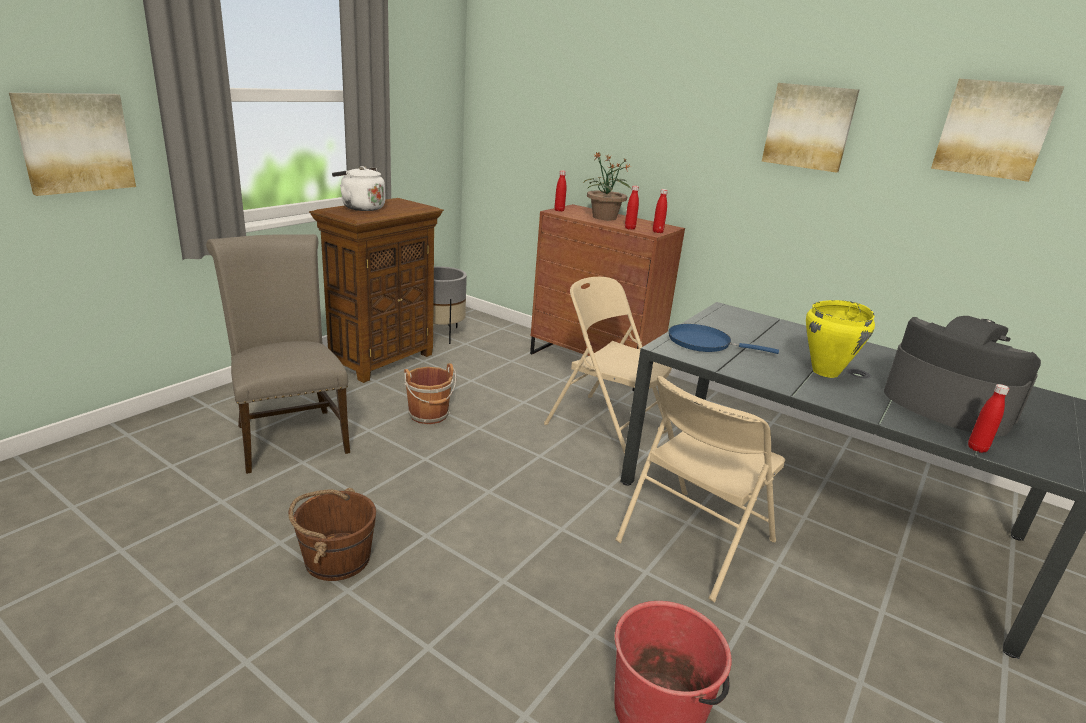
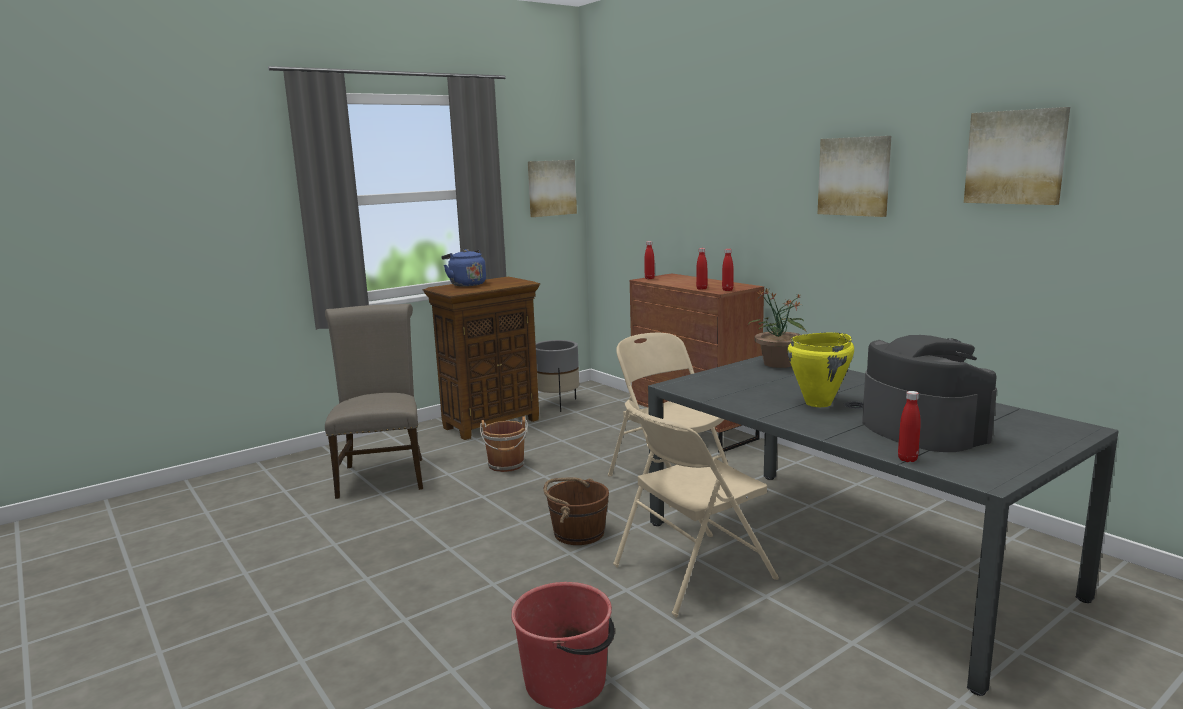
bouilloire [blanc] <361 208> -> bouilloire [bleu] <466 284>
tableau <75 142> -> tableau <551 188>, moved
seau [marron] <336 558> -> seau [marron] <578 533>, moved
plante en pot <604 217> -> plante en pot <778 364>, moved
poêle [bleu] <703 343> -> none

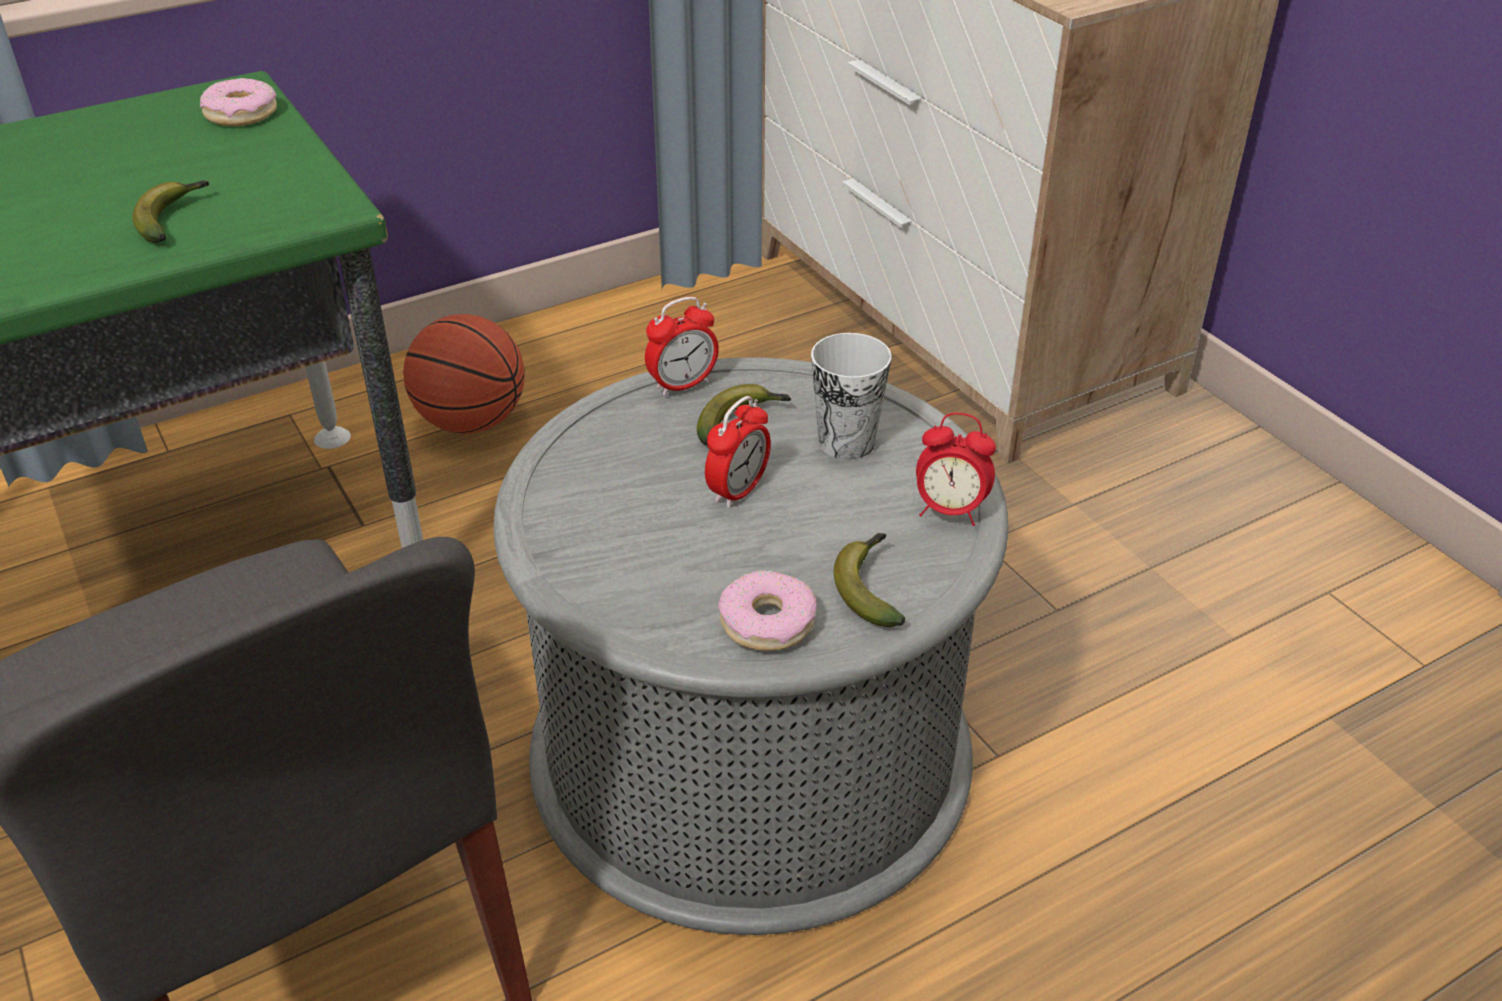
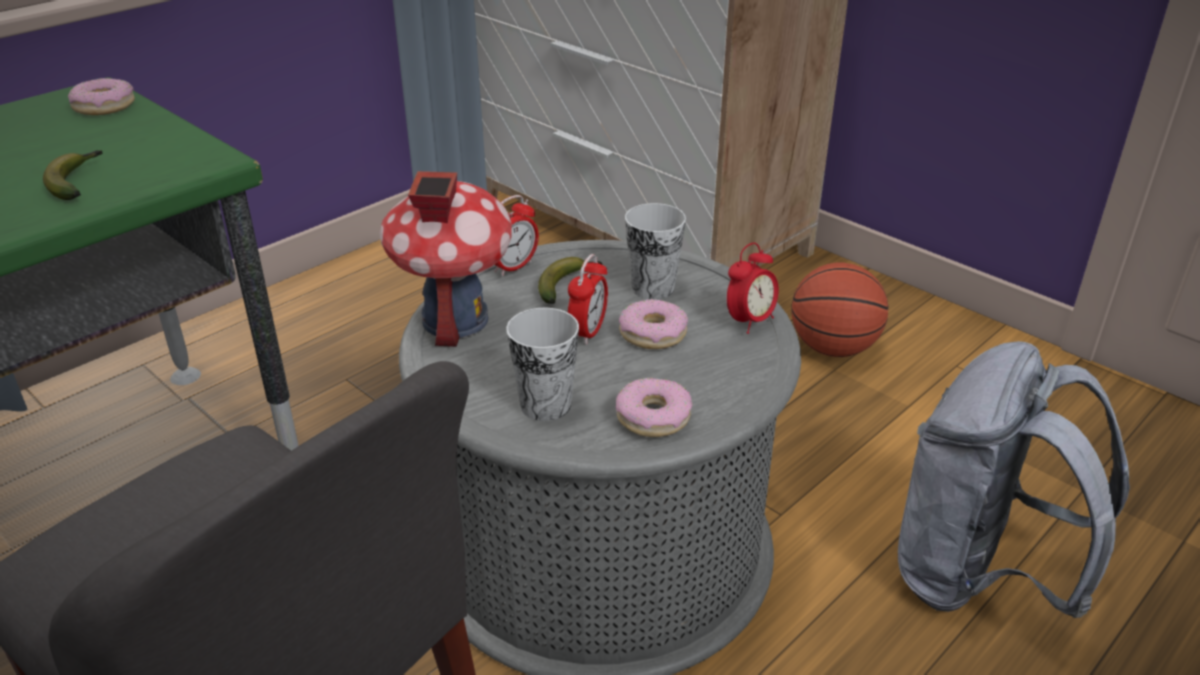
none -> maison miniature <454 320>
none -> tasse <545 405>
none -> beignet <653 333>
réveil <949 511> -> réveil <750 321>, 45 degrees counterclockwise
ballon de basket <471 422> -> ballon de basket <833 348>, moved
none -> sac à dos [gris] <977 578>
banane <870 587> -> none

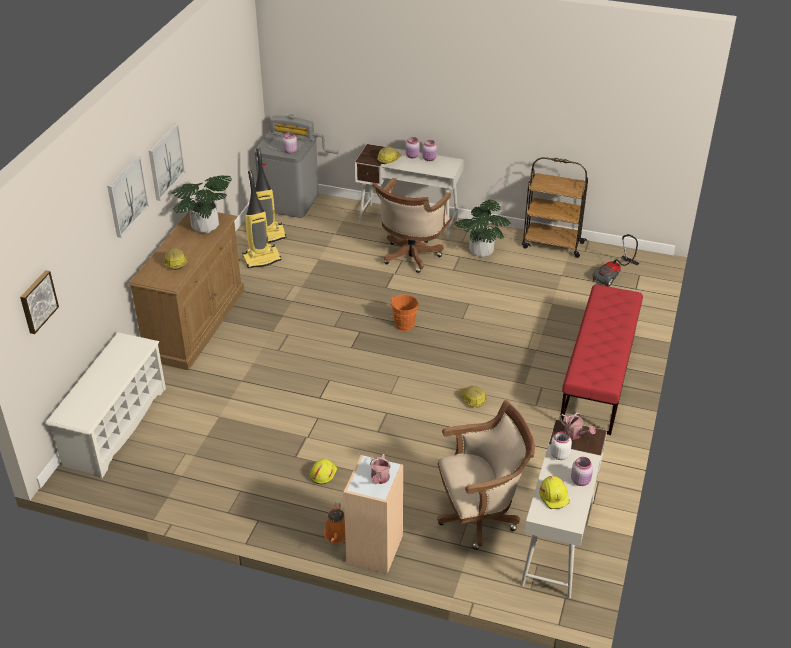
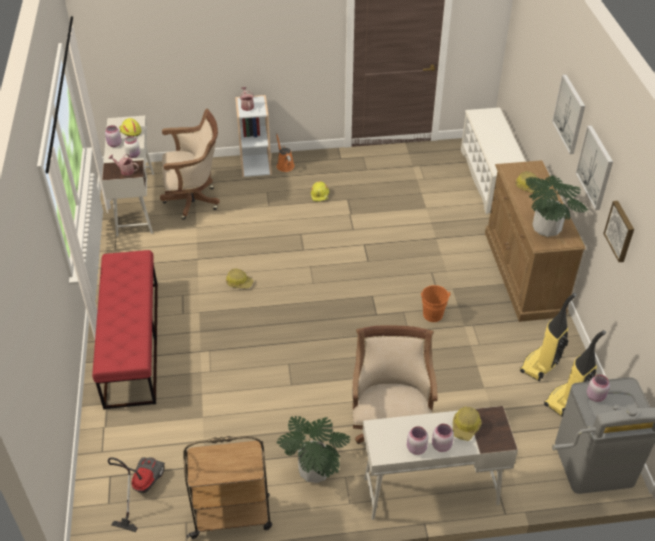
chaise de bureau <480 518> -> chaise de bureau <194 201>, 150 degrees counterclockwise
seau [orange] <403 326> -> seau [orange] <432 313>, moved
tableau <37 301> -> tableau <620 231>, moved

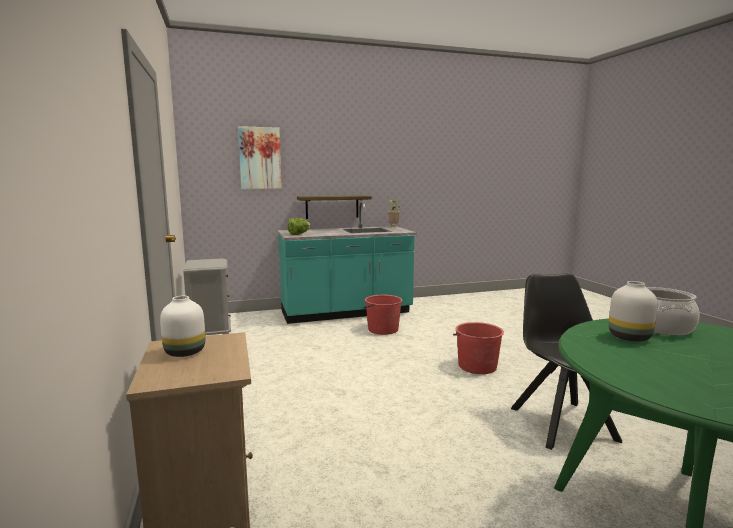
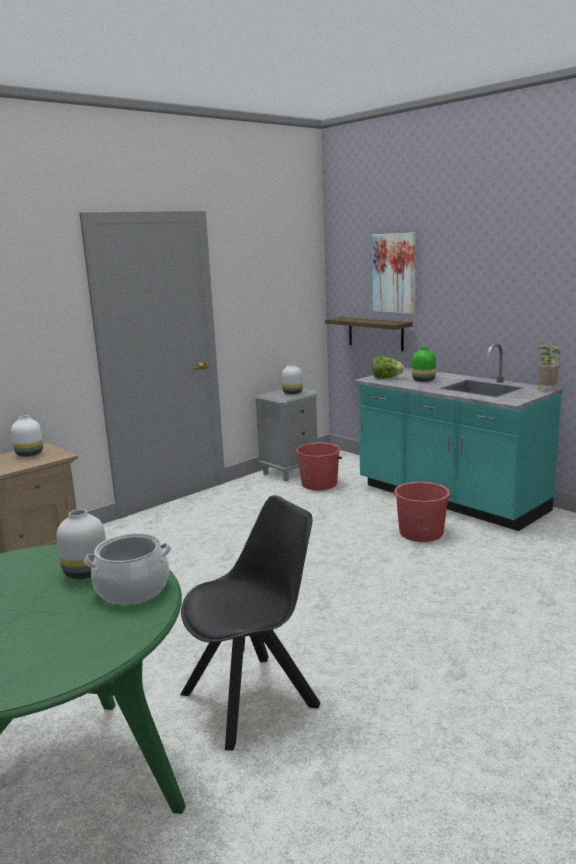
none -> vase [blanc] <292 393>
seau [rouge] <477 366> -> seau [rouge] <319 484>, moved
étagère <332 207> -> étagère <375 333>, moved
none -> vase [vert] <424 380>

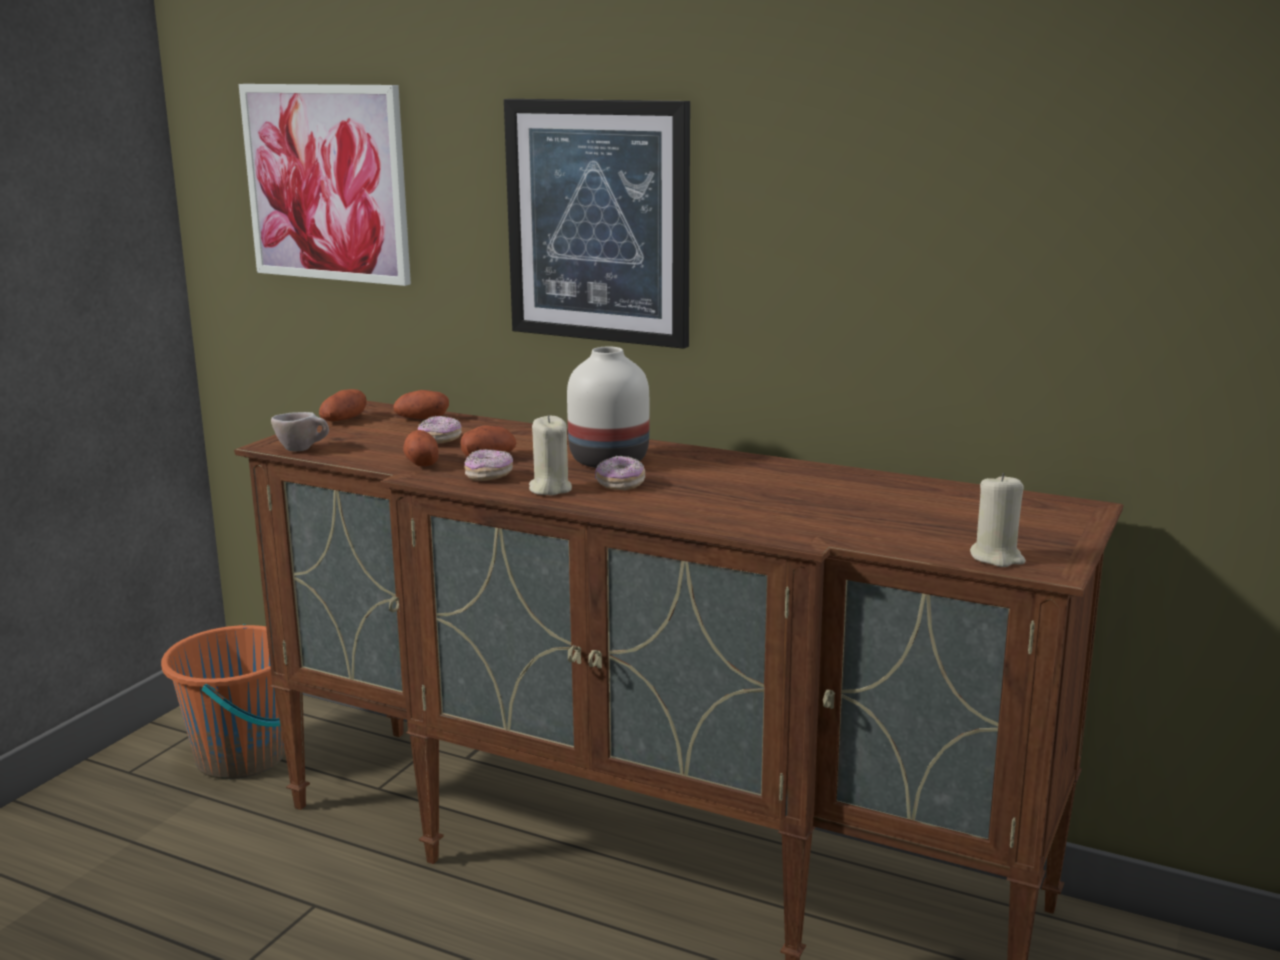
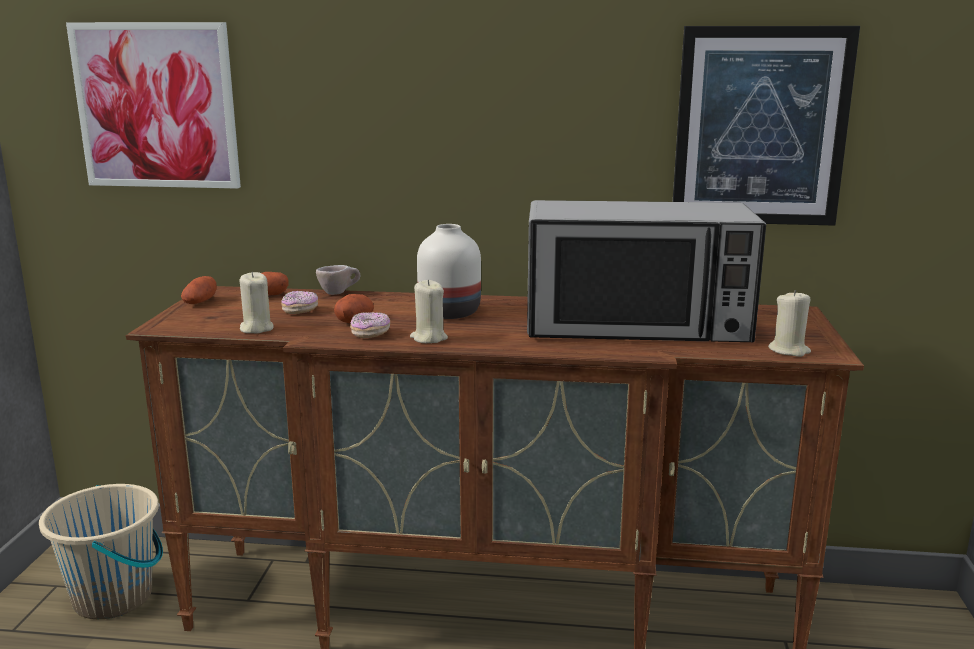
seau [orange] <242 757> -> seau [beige] <114 597>
none -> bougie [beige] <256 328>
tasse [beige] <303 450> -> tasse [beige] <339 293>, moved
none -> micro-ondes <636 327>
tableau <598 221> -> tableau <760 127>, moved
pomme de terre <421 462> -> none
beignet <620 484> -> none

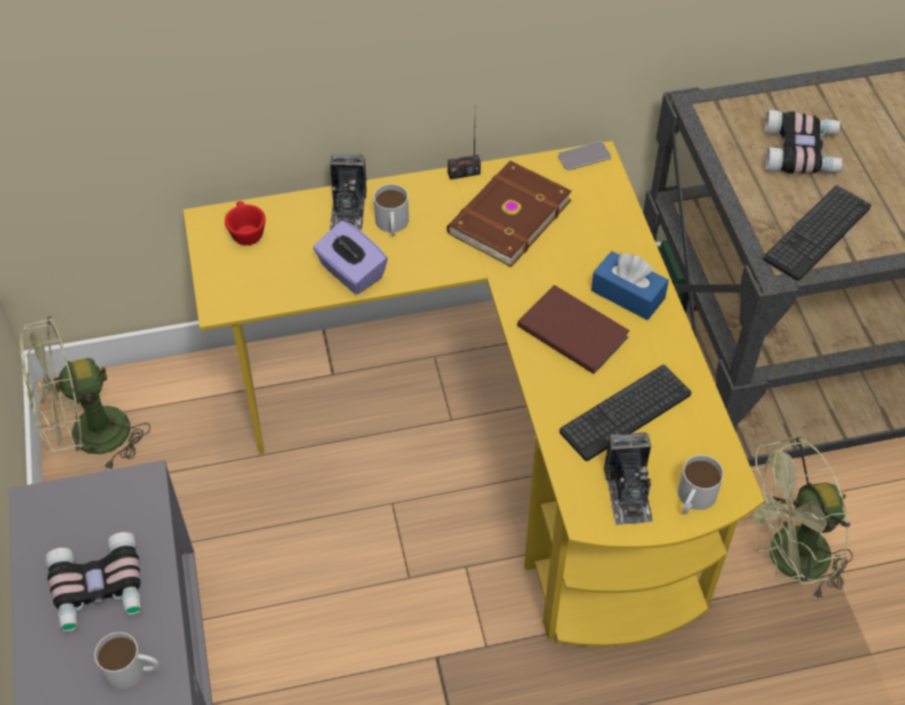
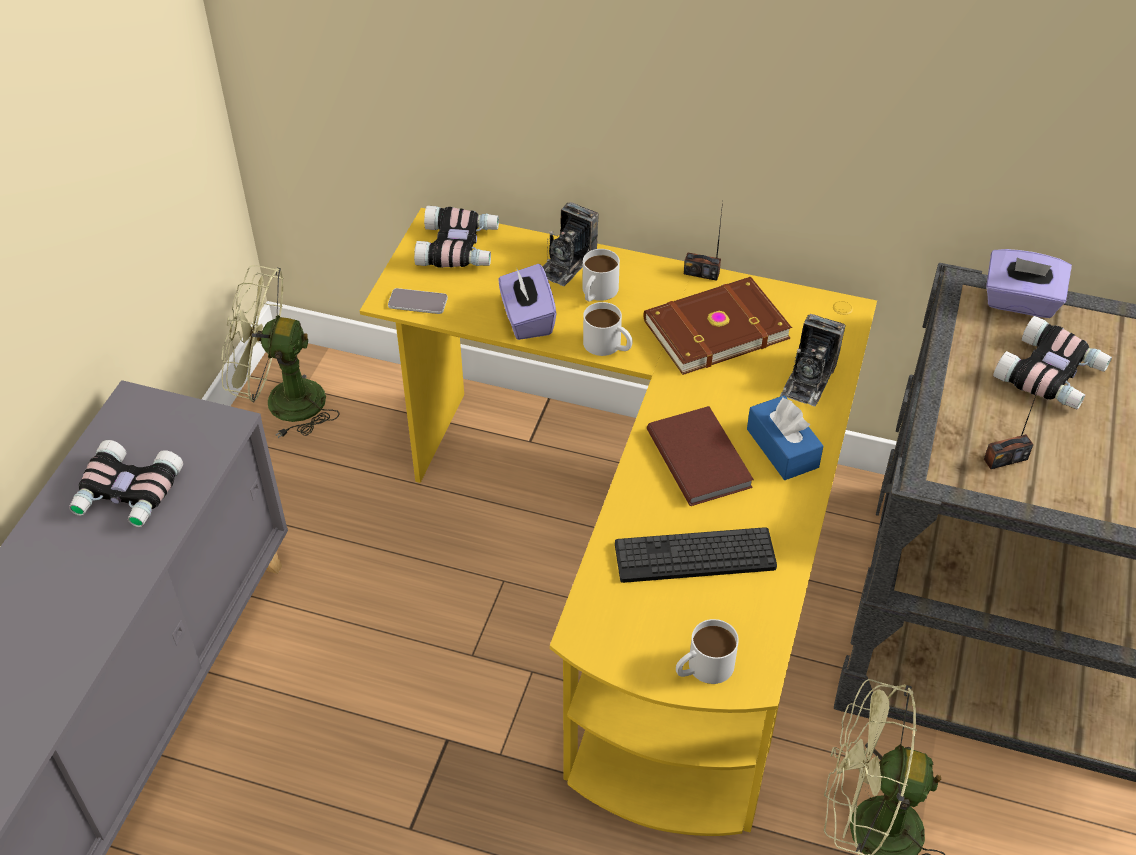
téléphone <584 157> -> téléphone <418 302>, moved
tasse [rouge] <246 232> -> jumelles <459 247>
mug [blanc] <133 670> -> mug [blanc] <608 346>, moved
appareil photo <628 493> -> appareil photo <809 379>, moved
clavier <817 233> -> radio <1005 459>
none -> boîte à mouchoirs [violet] <1020 302>

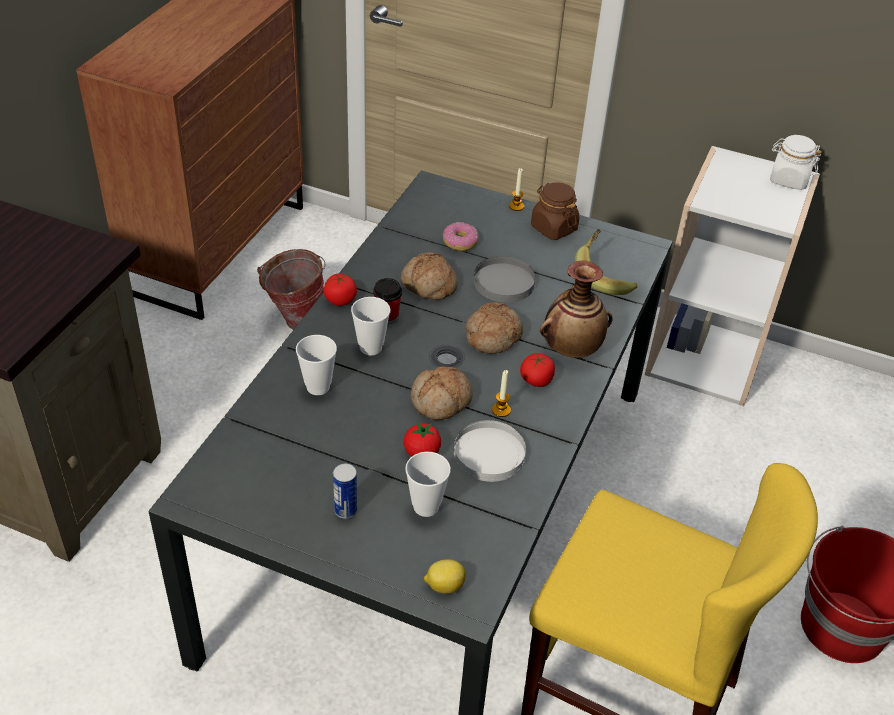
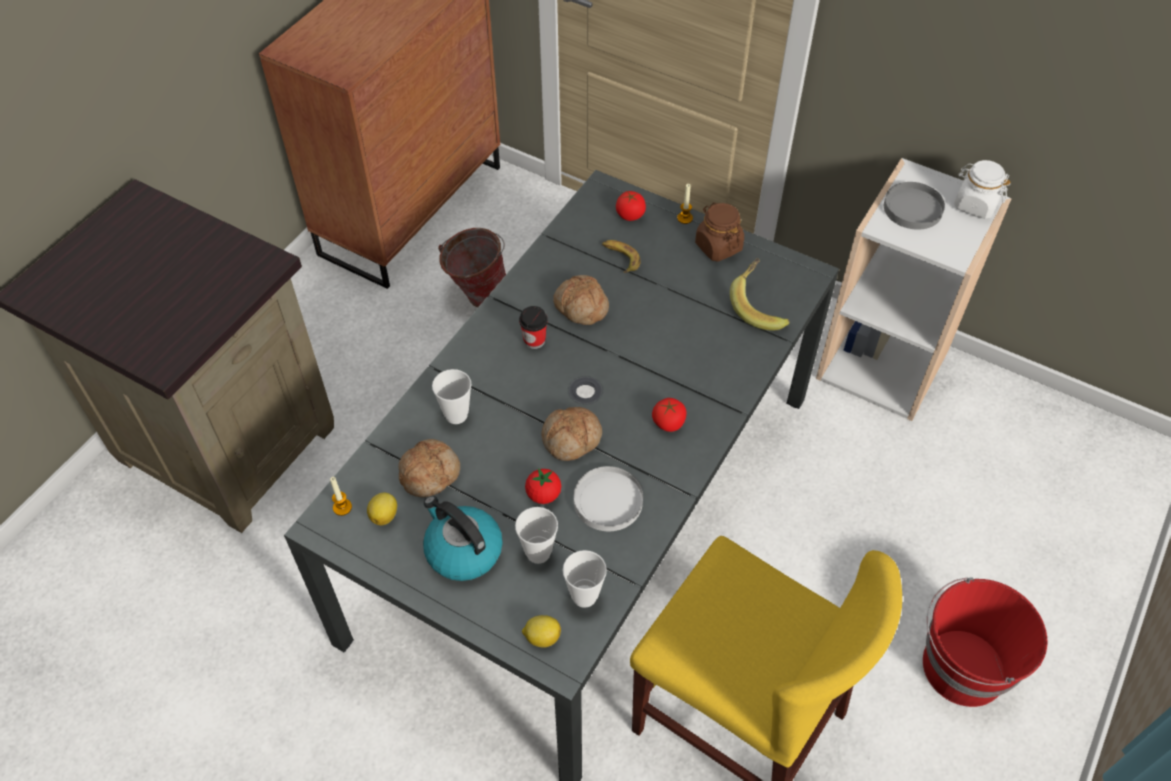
bougie <501 410> -> bougie <342 507>, moved
none -> citron <385 515>
pain <492 335> -> pain <429 472>, moved
boîte métallique <345 511> -> bouilloire <462 550>
tasse <370 347> -> tasse <584 596>, moved
beignet <460 242> -> banane <620 258>
tomate <340 299> -> tomate <630 214>, moved
assiette [gris] <504 283> -> assiette [gris] <912 209>, moved
vase <571 349> -> none

